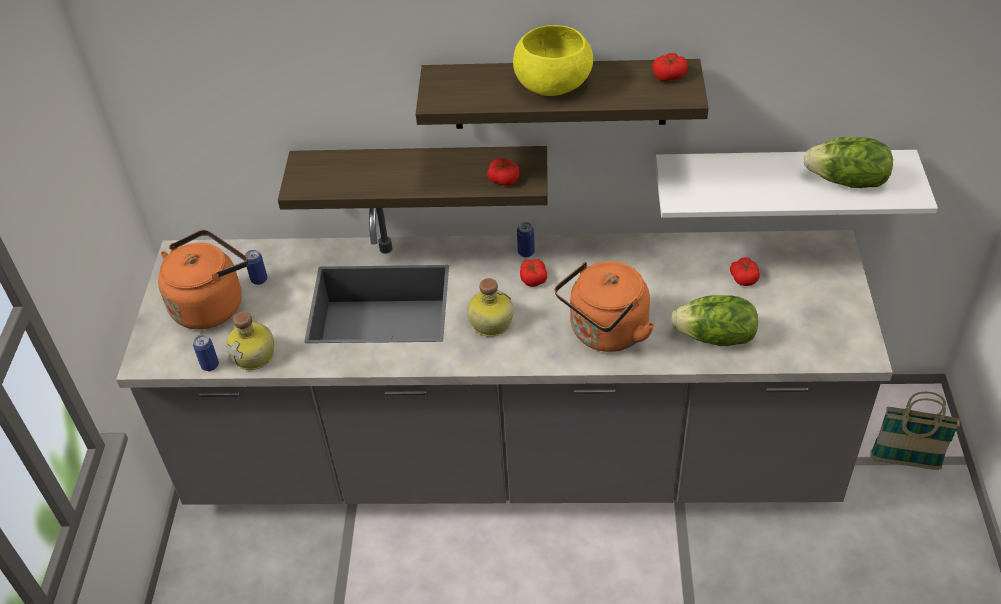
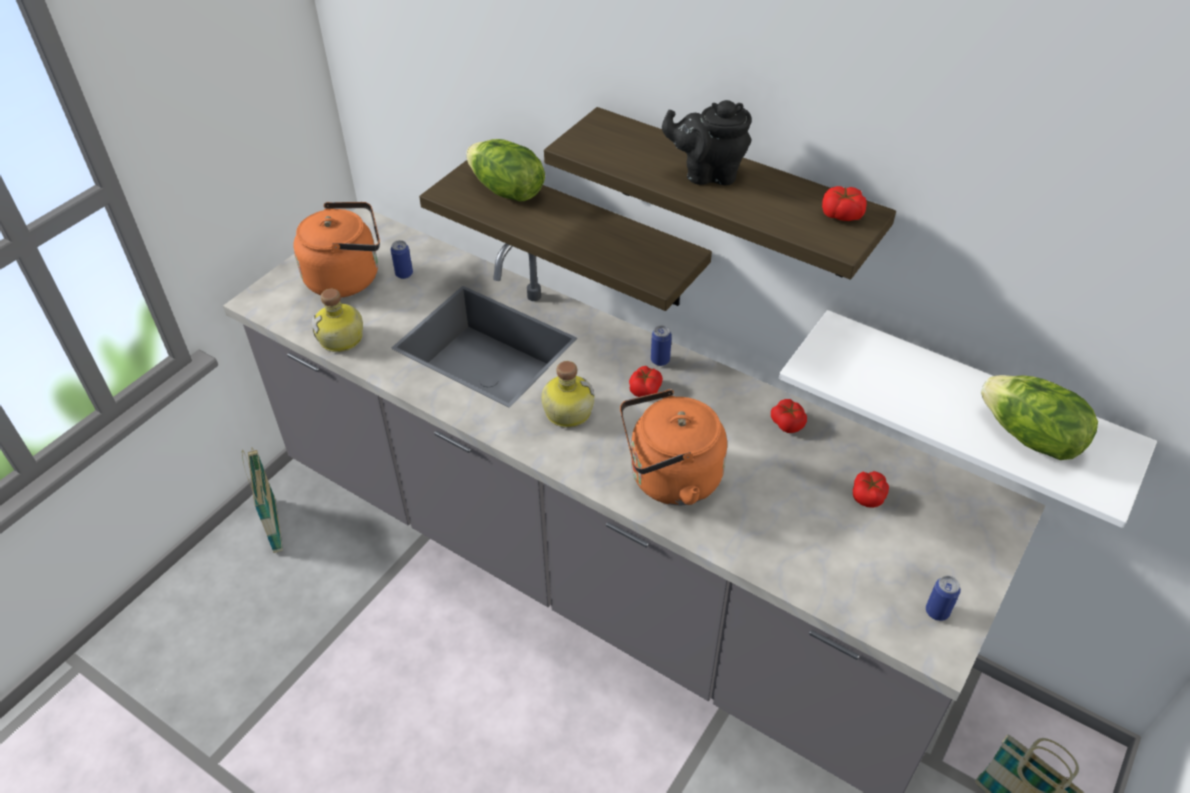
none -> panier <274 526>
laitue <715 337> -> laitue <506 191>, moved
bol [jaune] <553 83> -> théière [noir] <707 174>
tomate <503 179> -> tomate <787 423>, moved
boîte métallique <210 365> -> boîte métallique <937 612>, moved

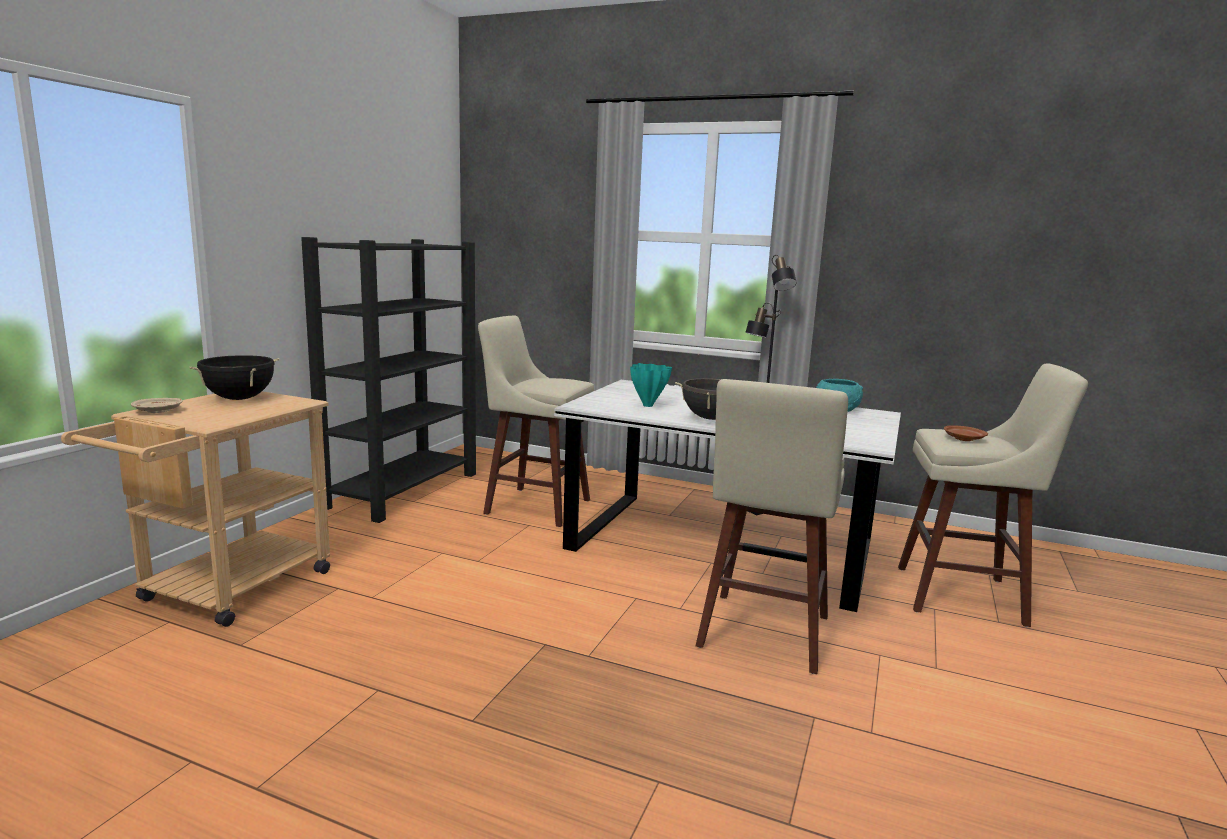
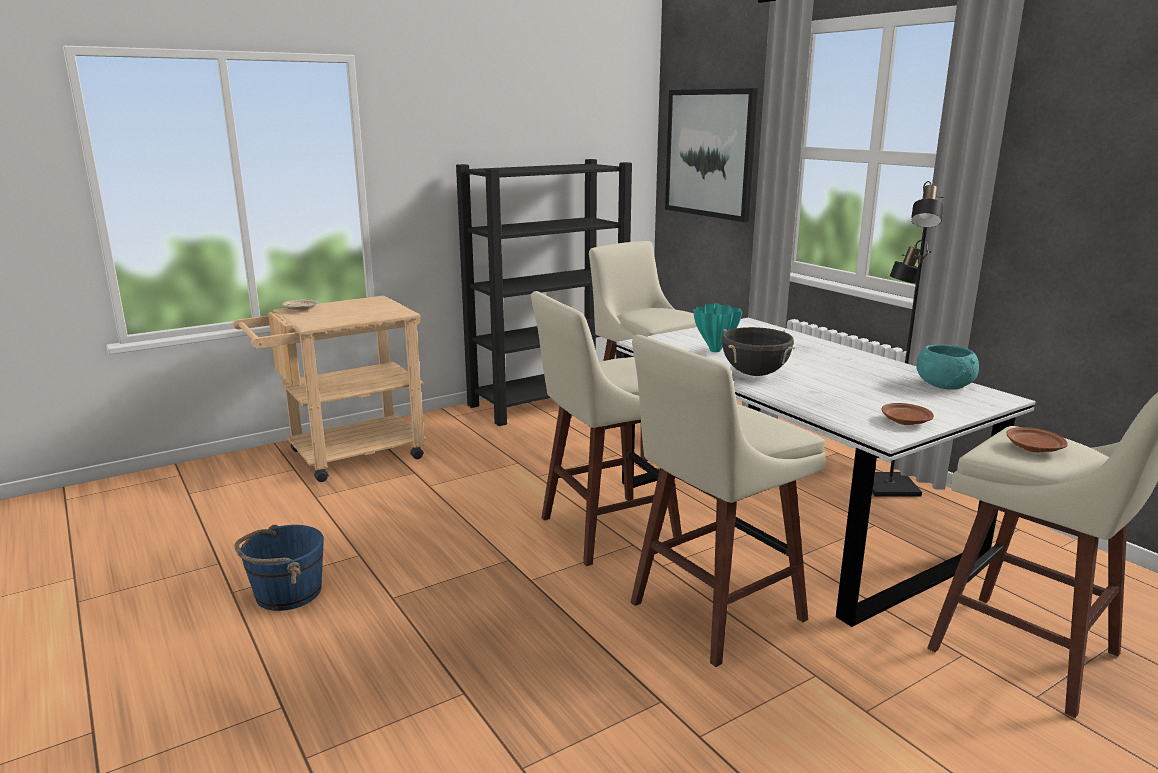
none -> seau [bleu] <287 593>
none -> tabouret [beige] <605 530>
none -> tableau <709 153>
none -> assiette [marron] <905 421>
marmite [noir] <239 399> -> none

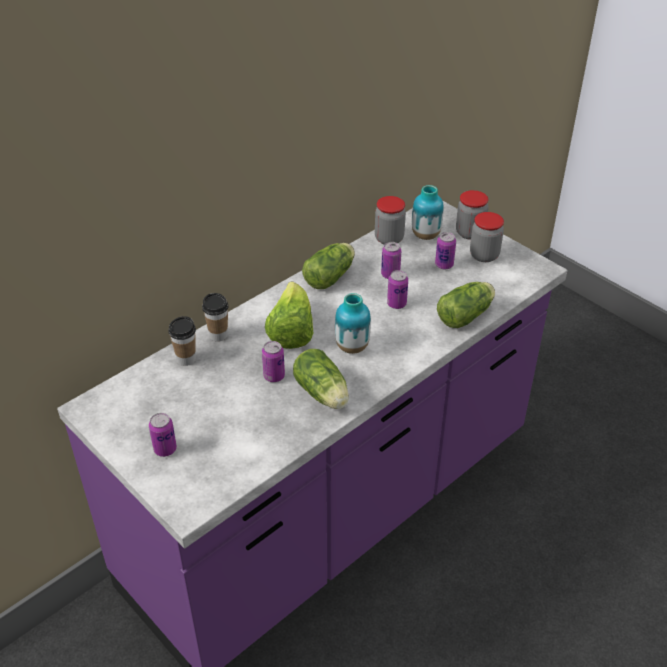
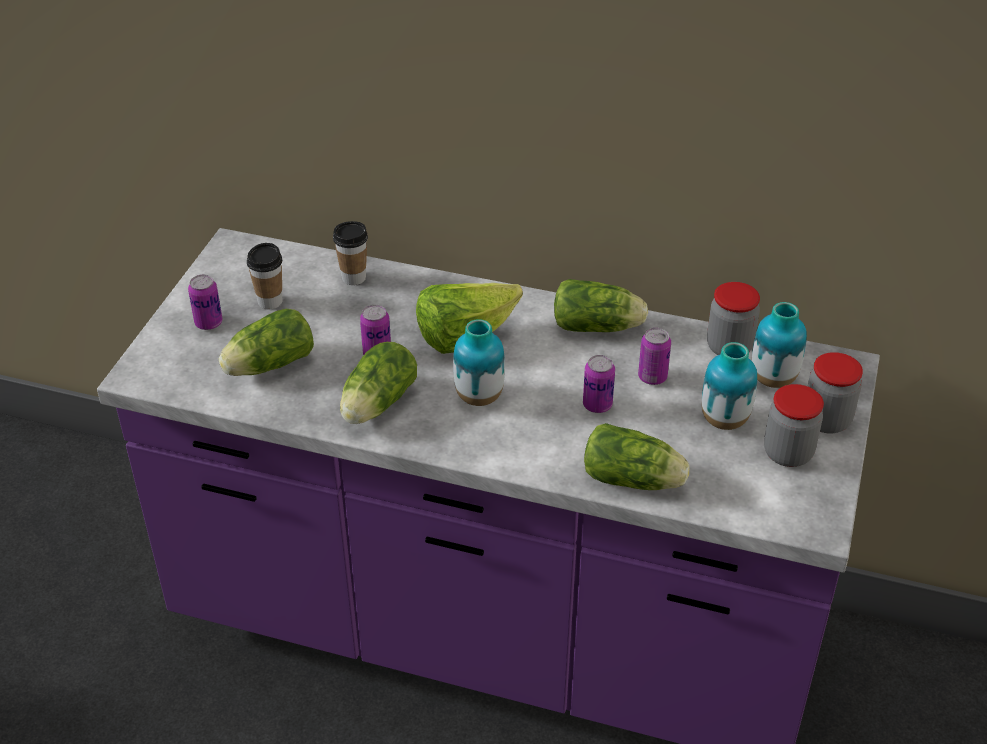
none -> laitue <267 365>
tasse <218 335> -> tasse <270 301>, moved
boîte métallique <444 265> -> vase <724 420>

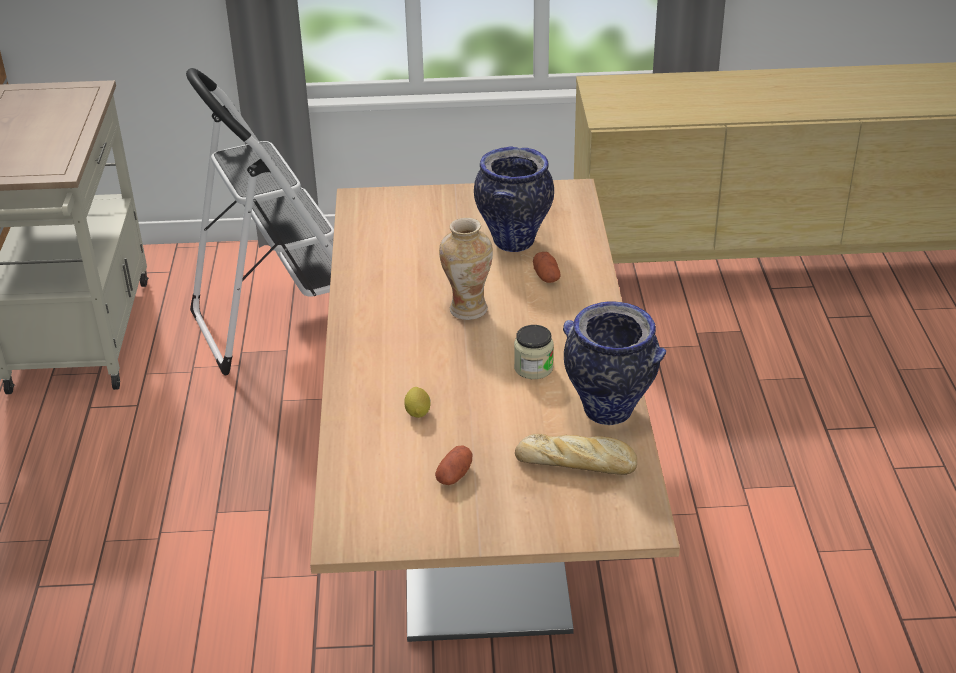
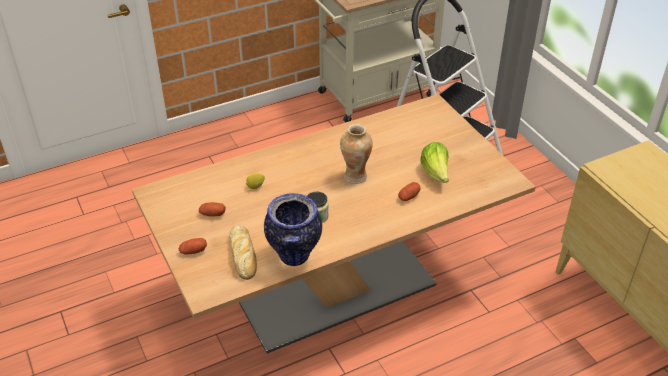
none -> pomme de terre <193 251>
vase <513 241> -> laitue <435 173>

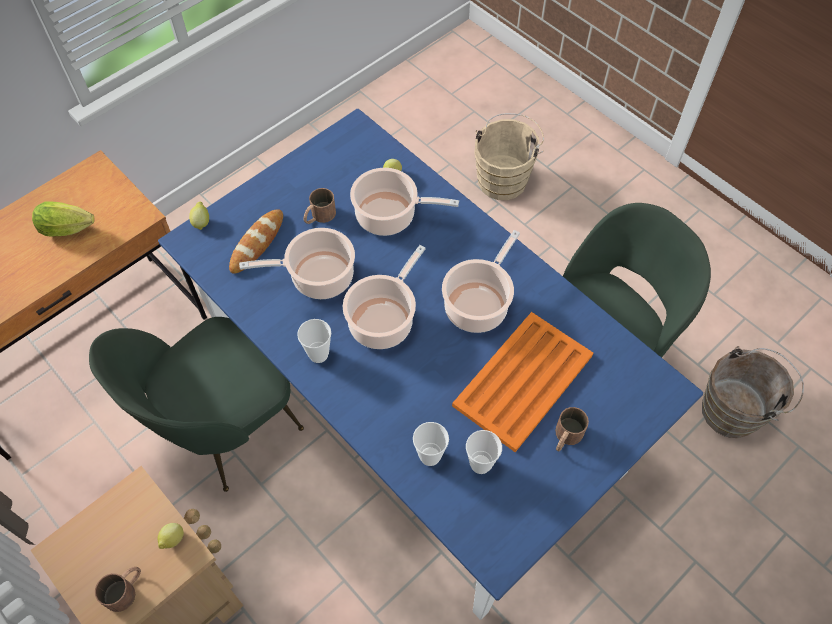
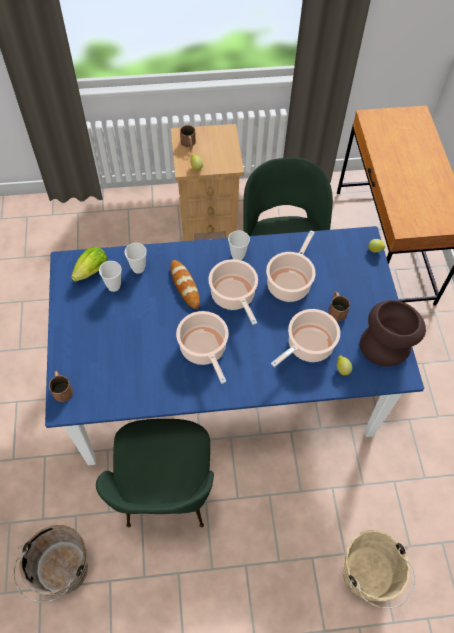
mug [marron] <566 437> -> mug [marron] <61 388>, moved
laitue <70 229> -> laitue <90 273>, moved
pain <257 243> -> pain <185 285>, moved
none -> vase [marron] <385 344>
plateau [orange] <524 380> -> none

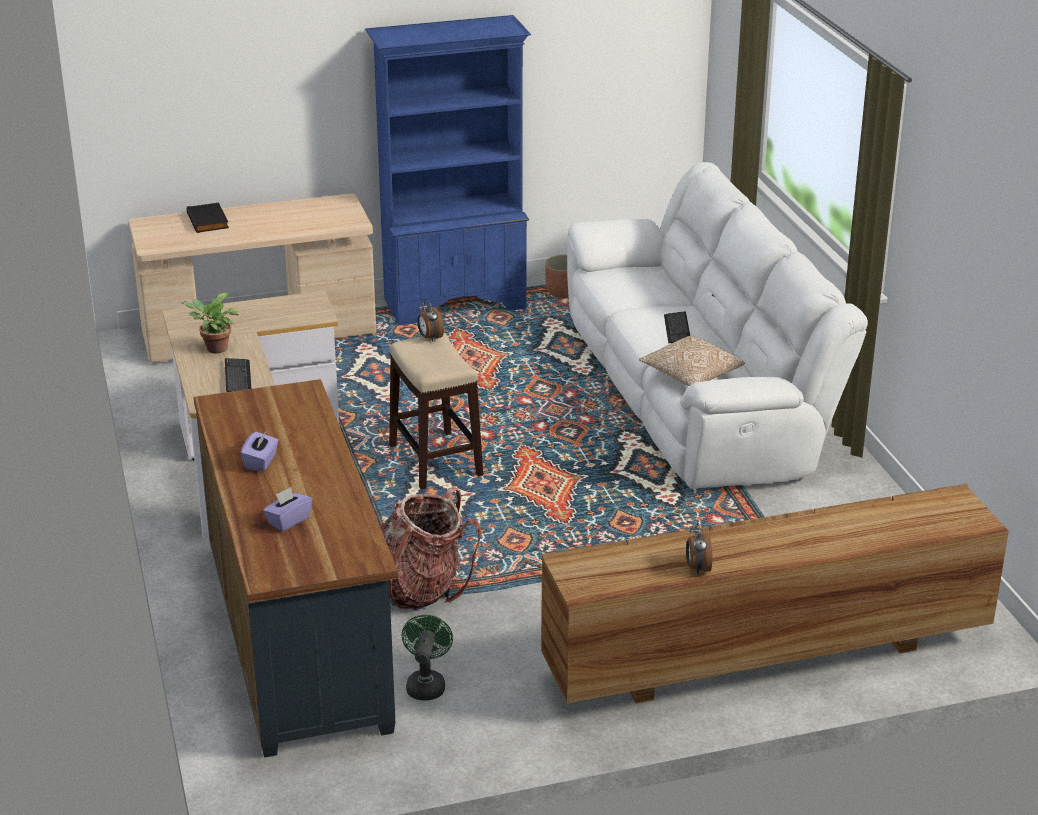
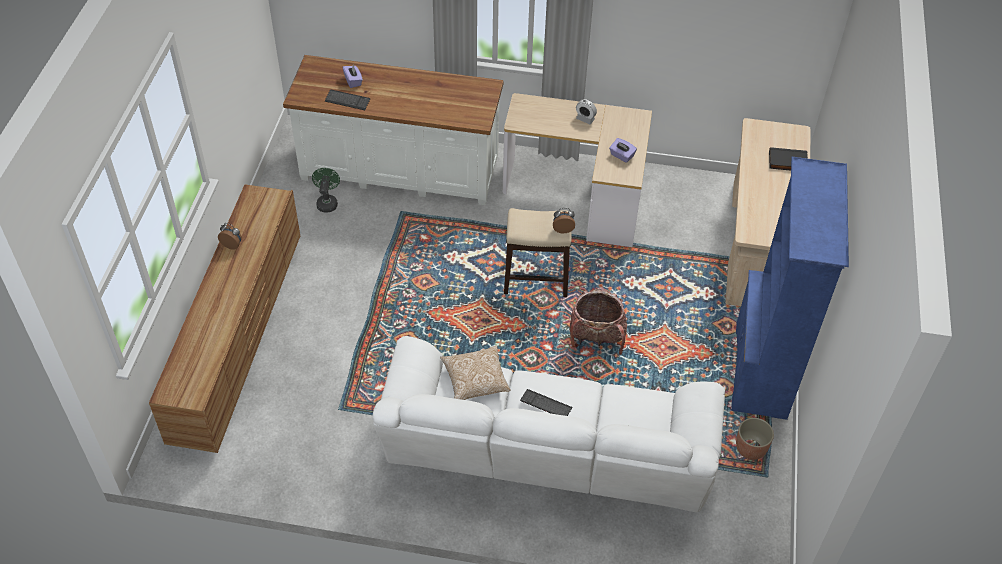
commode [bleu] <298 635> -> commode [blanc] <401 170>
ventilateur [vert] <426 684> -> ventilateur [vert] <327 202>, 120 degrees counterclockwise
clavier <238 377> -> clavier <347 101>, moved
sac à dos <422 588> -> sac à dos <596 338>, moved
plante en pot <214 349> -> réveil <585 119>
boîte à mouchoirs [violet] <261 462> -> boîte à mouchoirs [violet] <621 156>, moved

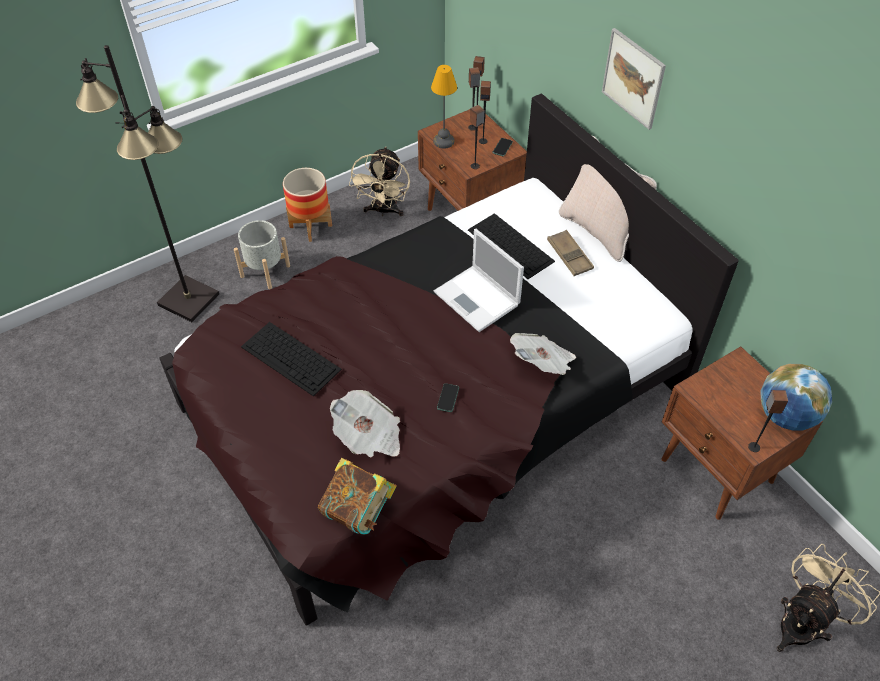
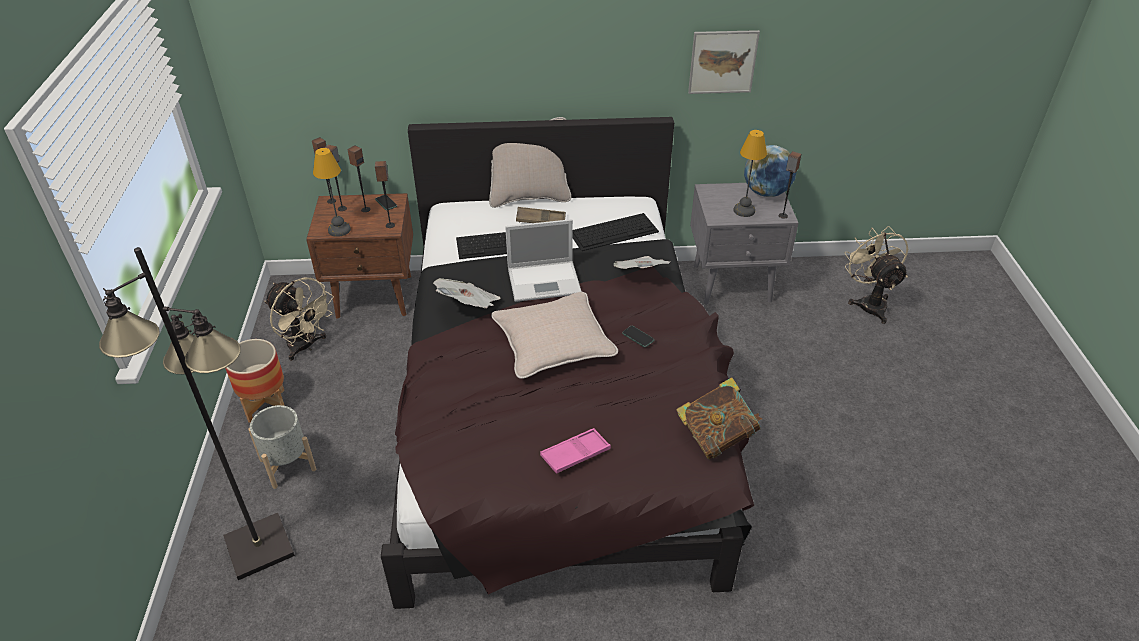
journal <369 436> -> journal <469 306>, moved
none -> coussin [beige] <553 342>
none -> plateau [rose] <575 454>
clavier <292 358> -> clavier <614 231>, moved
tableau <633 78> -> tableau <722 62>, moved
table de chevet [marron] <717 472> -> table de chevet [gris] <733 283>
none -> lampe de table <743 211>

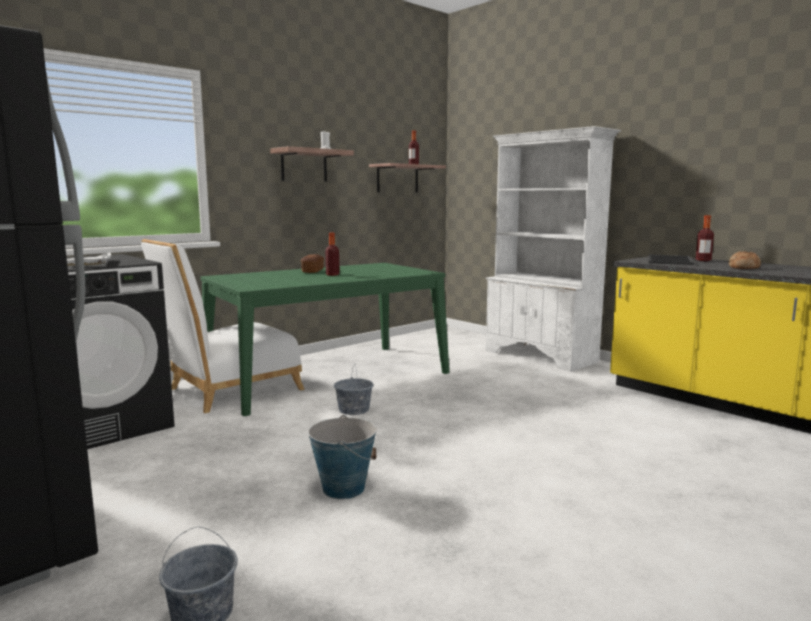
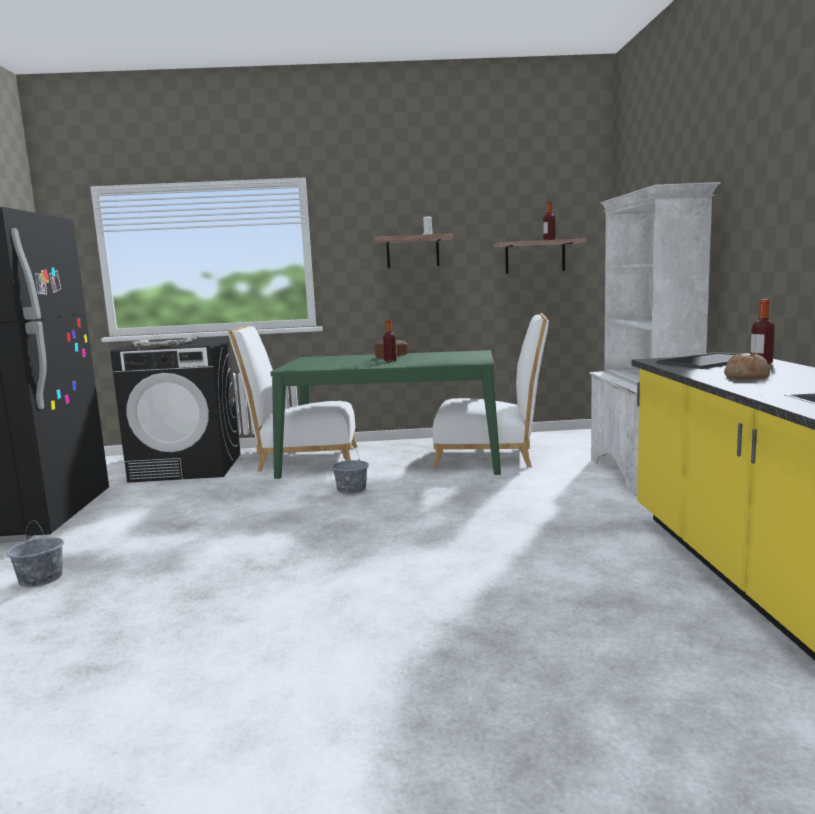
none -> chaise [blanc] <491 456>
seau <343 488> -> none

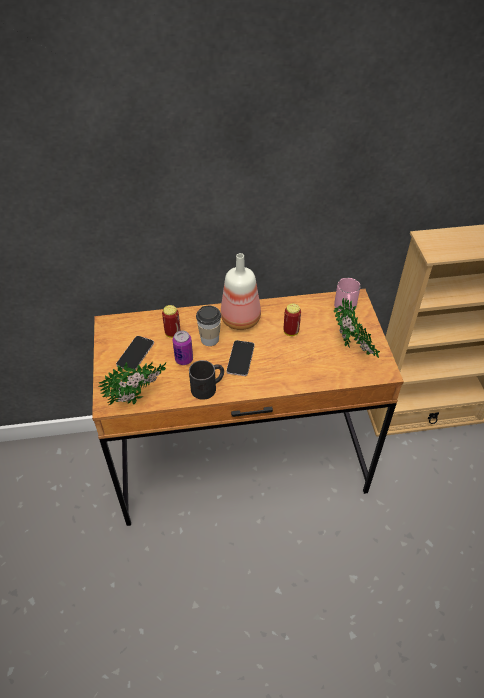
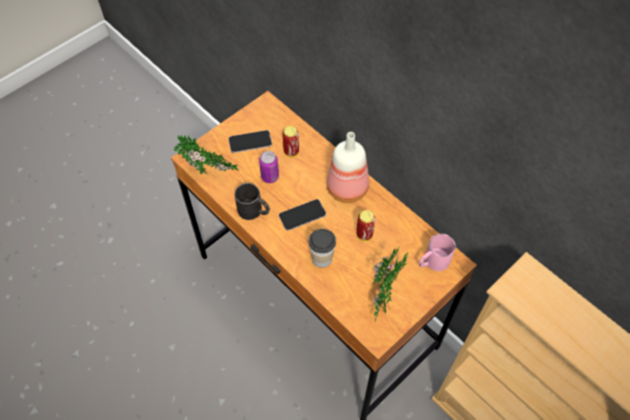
tasse <209 339> -> tasse <321 258>, moved

